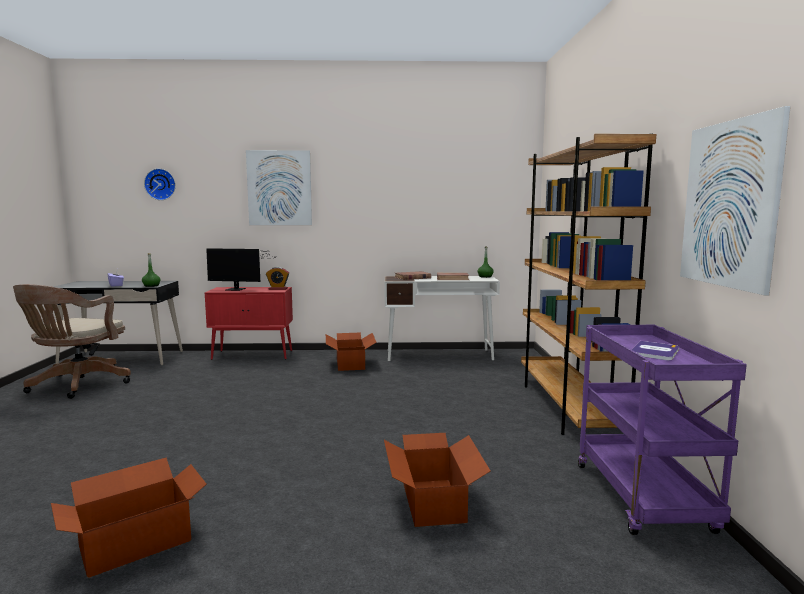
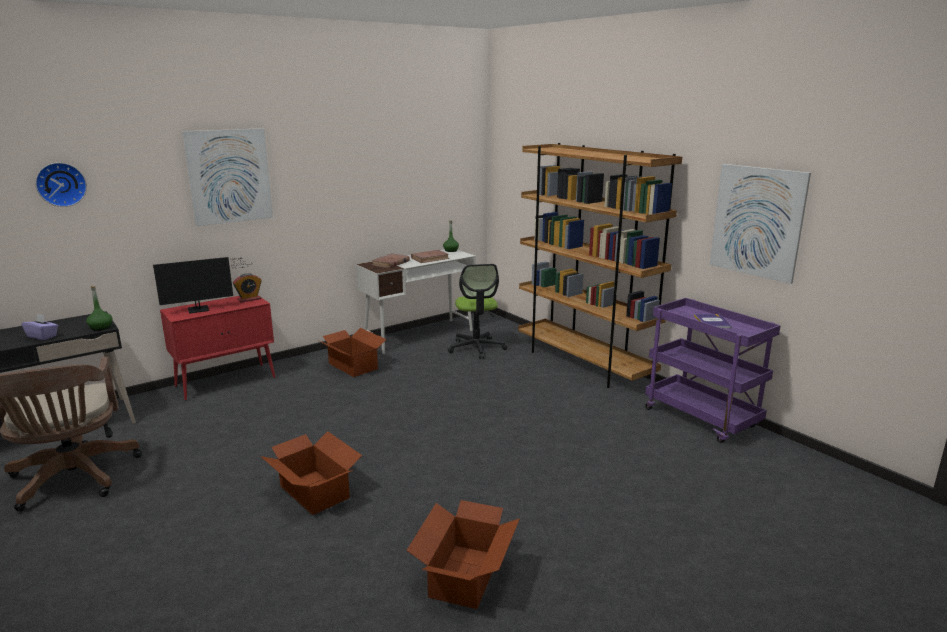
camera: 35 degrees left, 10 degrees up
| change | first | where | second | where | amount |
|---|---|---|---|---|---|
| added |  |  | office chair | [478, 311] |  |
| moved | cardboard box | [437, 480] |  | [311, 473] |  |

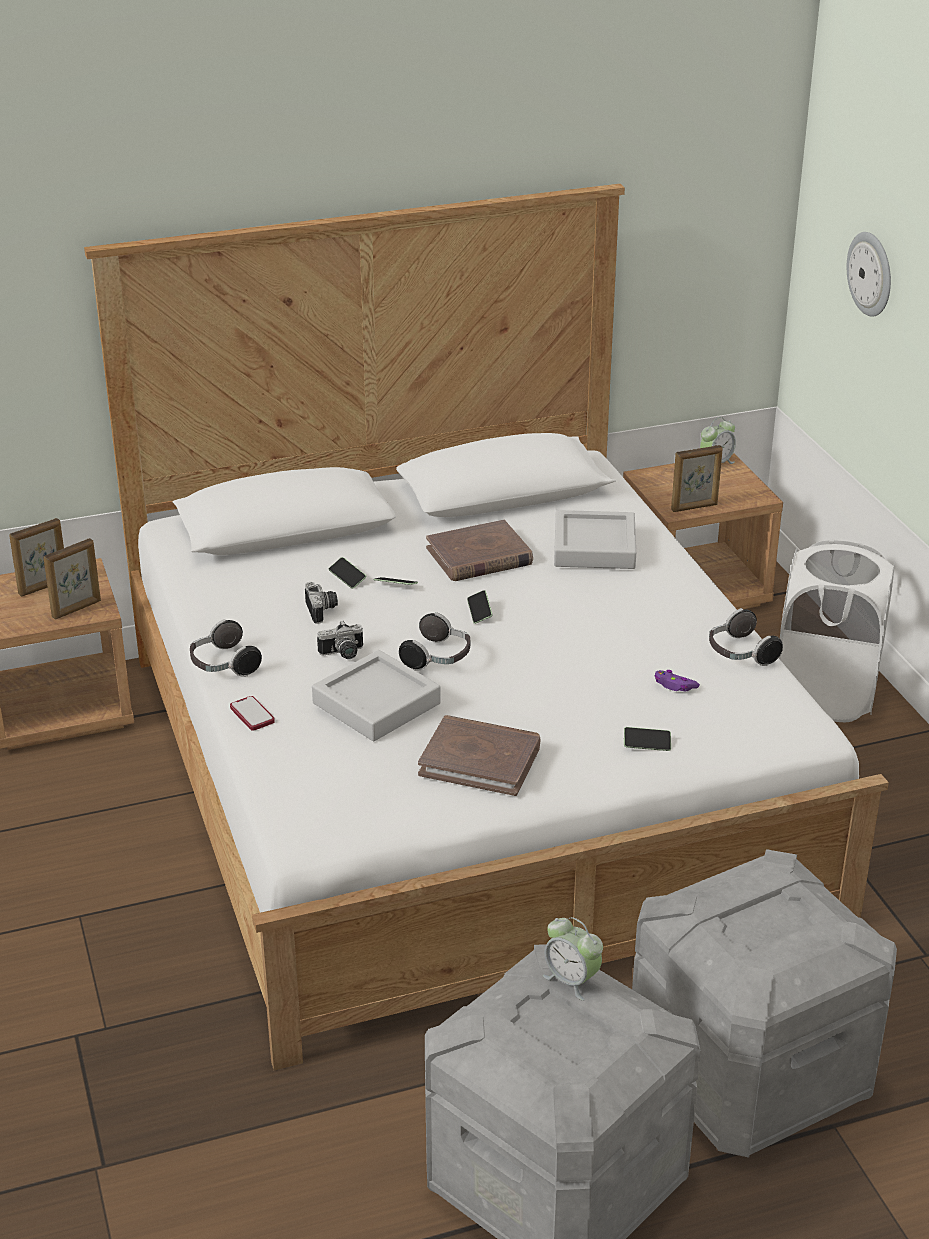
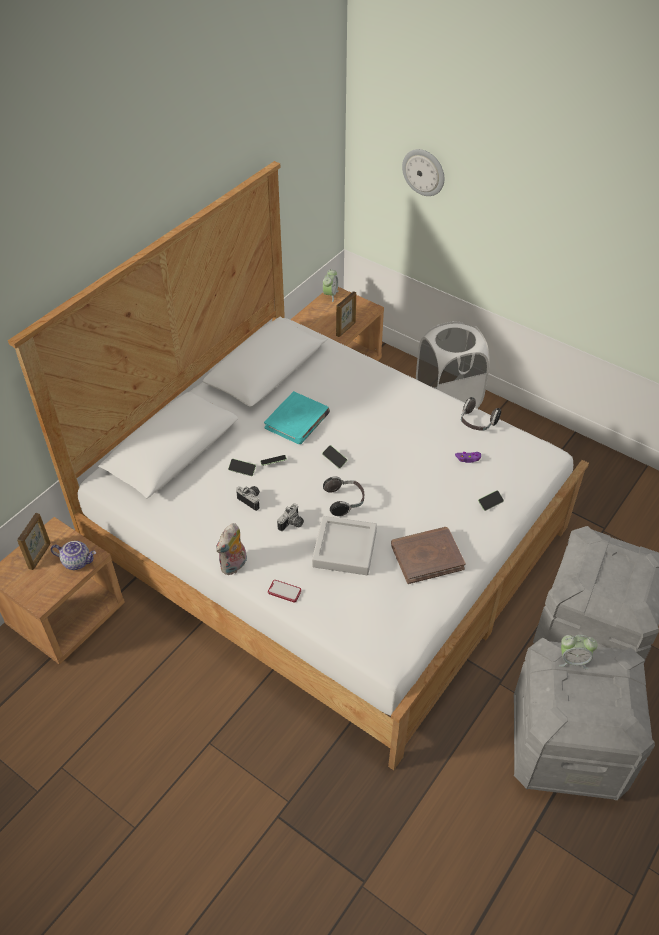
camera: 35 degrees left, 15 degrees up
| change | first | where | second | where | amount |
|---|---|---|---|---|---|
| removed | serving tray (grey) | [595, 539] |  |  |  |
| replaced | picture frame | [72, 579] | tea pot | [73, 555] |  |
| replaced | headset | [226, 648] | plush toy | [231, 549] |  |
| recoloured | bound book (brown) | [479, 550] | bound book (turquoise) | [297, 417] |  |

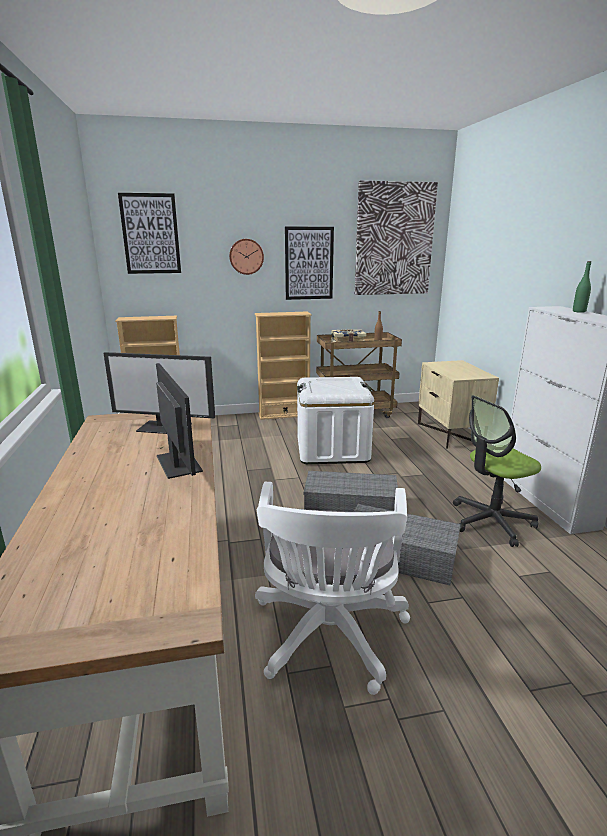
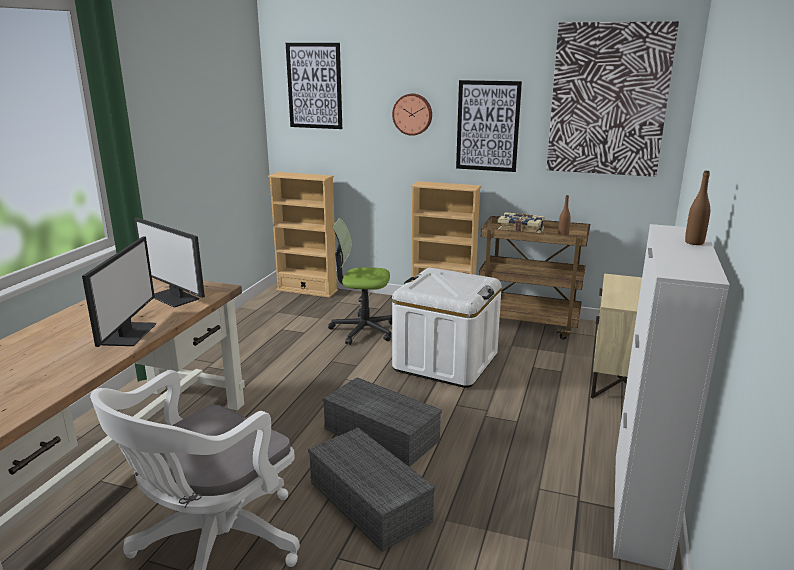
camera: 30 degrees right, 0 degrees up
| change | first | where | second | where | amount |
|---|---|---|---|---|---|
| moved | office chair | [497, 471] |  | [360, 281] |  |
| recoloured | bottle (green-coloured) | [582, 287] | bottle (brown) | [697, 208] |  |

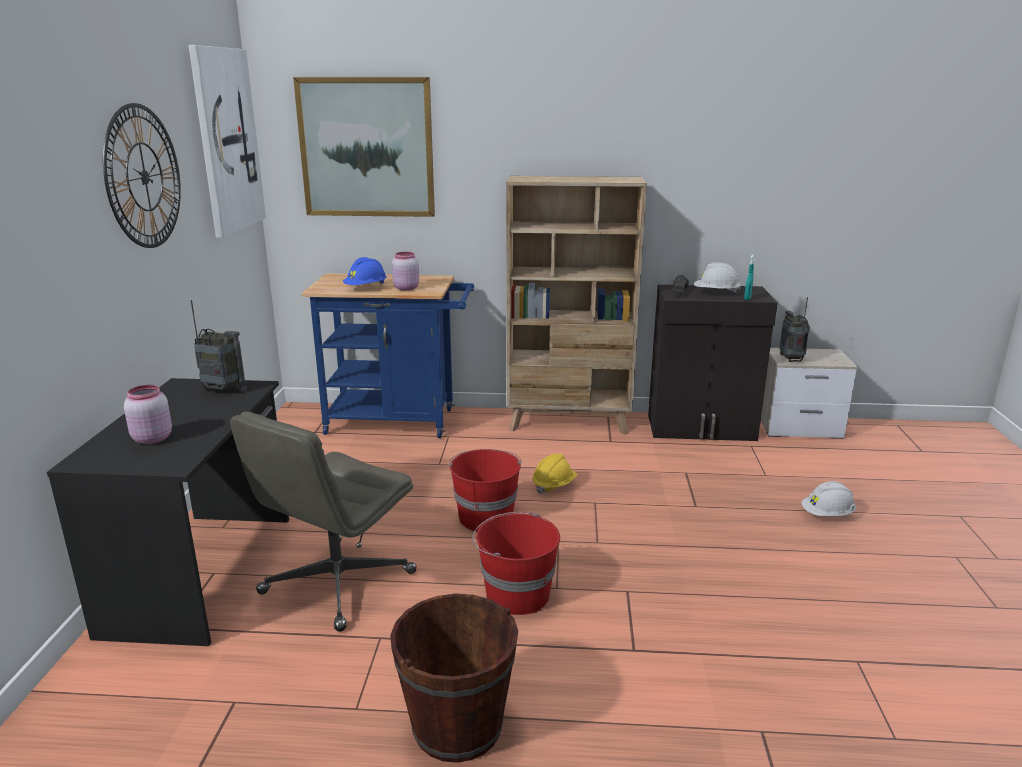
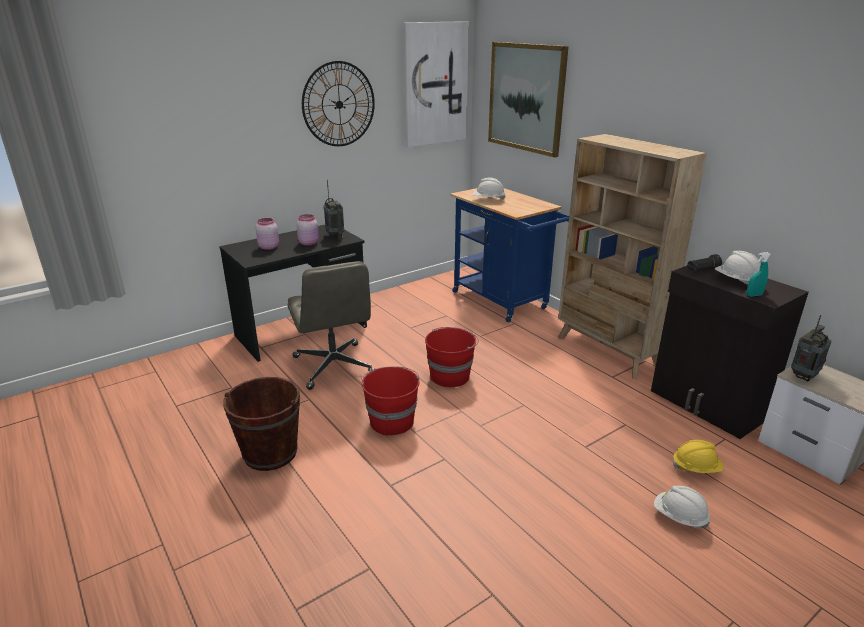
camera: 50 degrees right, 5 degrees up
| change | first | where | second | where | amount |
|---|---|---|---|---|---|
| moved | storage jar (pink-coloured) | [405, 271] |  | [307, 230] |  |
| moved | safety helmet (yellow) | [555, 474] |  | [698, 456] |  |
| recoloured | safety helmet (blue-coloured) | [365, 271] | safety helmet (white-coloured) | [489, 188] |  |
| turned | office chair (grey) | [323, 522] |  | [331, 325] | 105 degrees counterclockwise |

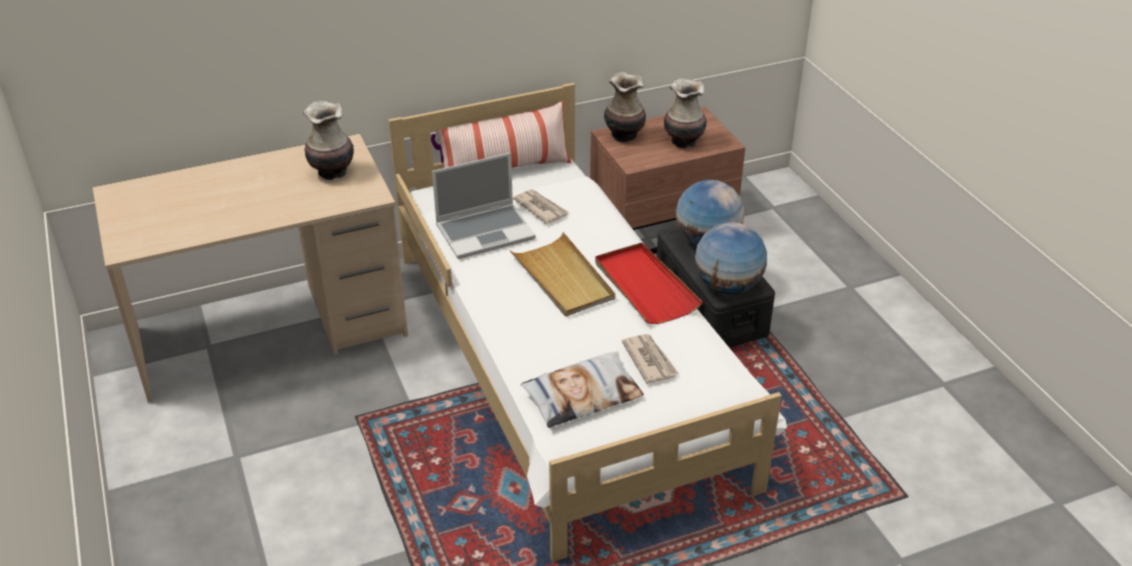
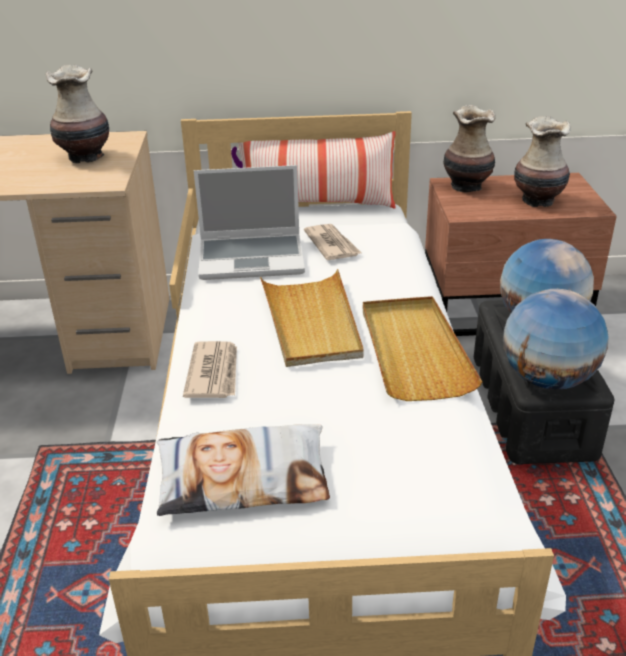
camera: 20 degrees right, 5 degrees down
| change | first | where | second | where | amount |
|---|---|---|---|---|---|
| moved | daily paper | [650, 358] |  | [210, 369] |  |
| recoloured | serving tray (red-coloured) | [649, 283] | serving tray (beige) | [422, 348] |  |

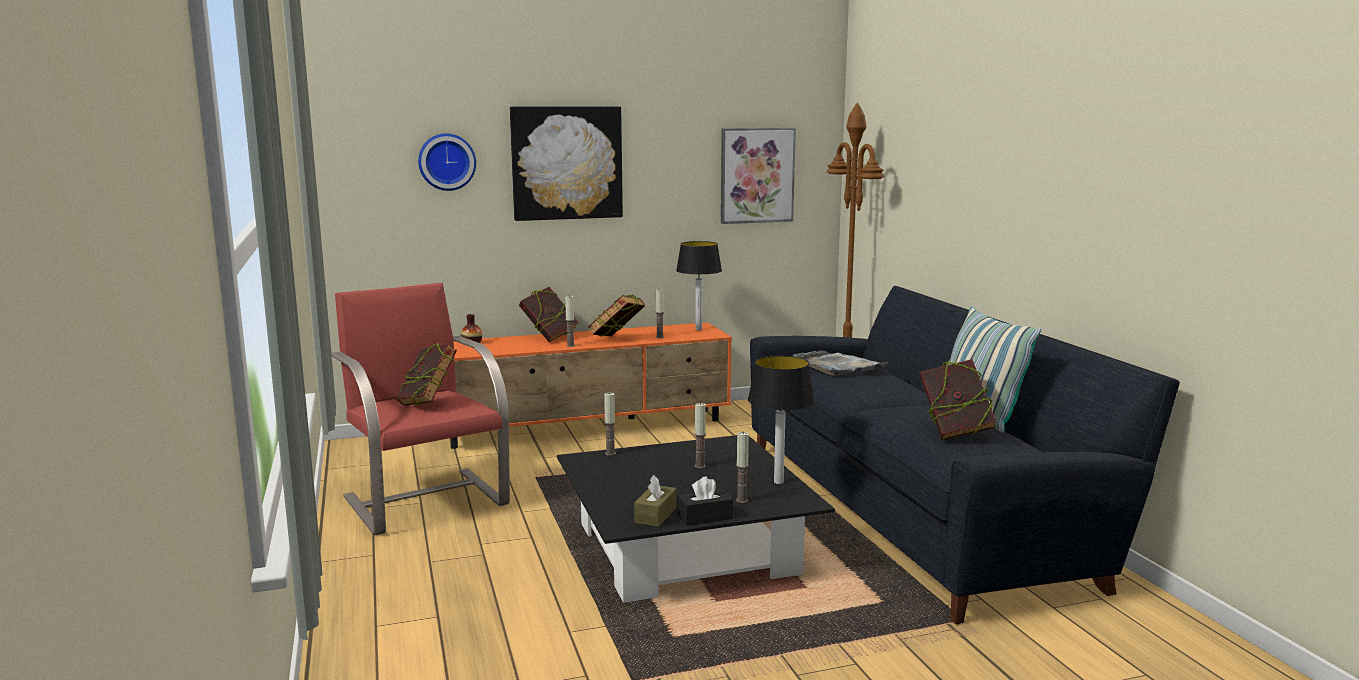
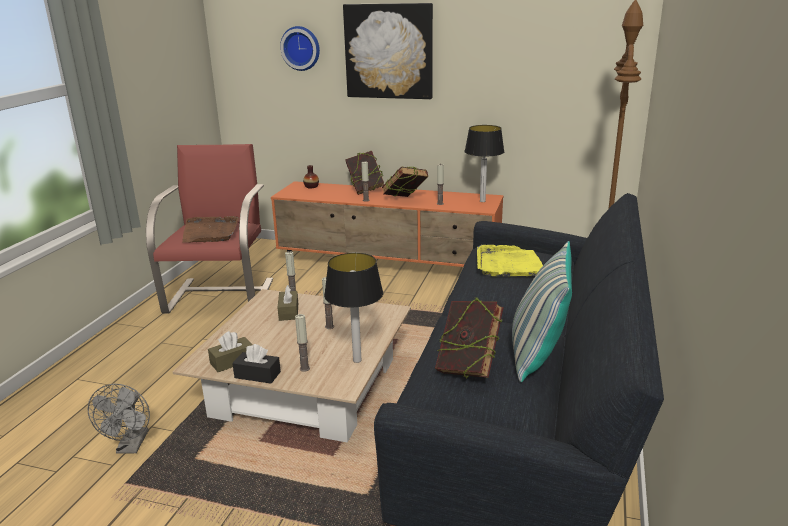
camera: 35 degrees right, 10 degrees up
| change | first | where | second | where | amount |
|---|---|---|---|---|---|
| removed | wall art | [758, 176] |  |  |  |
| added |  |  | fan (grey) | [119, 419] |  |
| added |  |  | tissue holder (brown) | [287, 303] |  |
| replaced | bound book | [426, 374] | serving tray (brown) | [210, 229] |  |
| recoloured | lounge table (black) | [696, 519] | lounge table (beige) | [292, 366] |  |
| recoloured | serving tray (grey) | [840, 363] | serving tray (yellow) | [510, 261] |  |

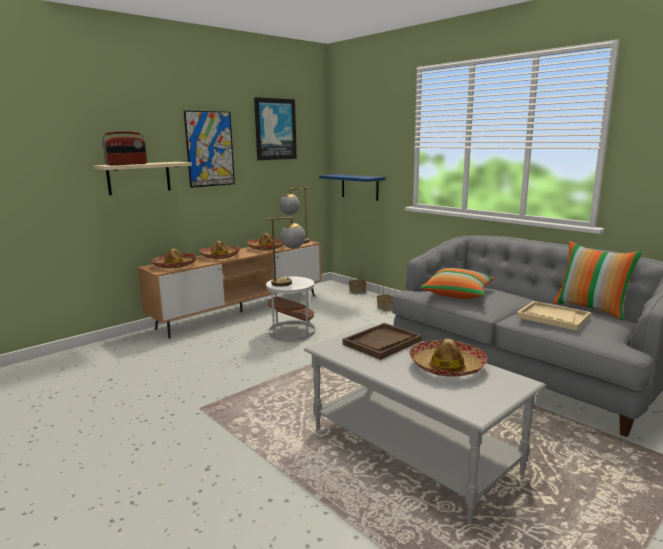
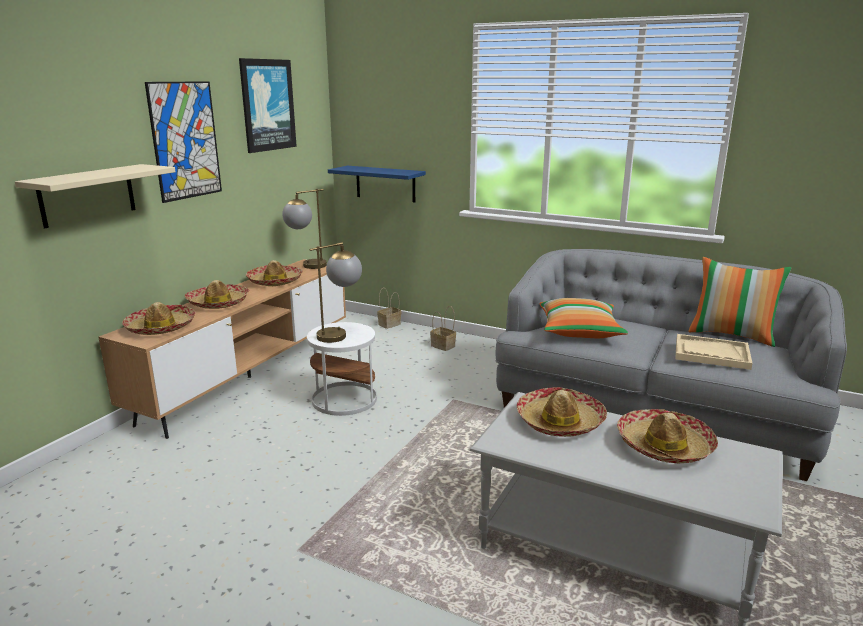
camera: 20 degrees left, 5 degrees up
| change | first | where | second | where | amount |
|---|---|---|---|---|---|
| removed | radio receiver | [124, 148] |  |  |  |
| replaced | serving tray (brown) | [382, 341] | wearable hat | [562, 412] |  |

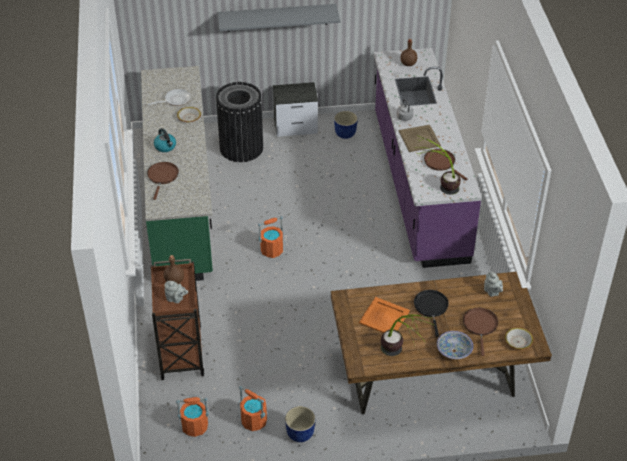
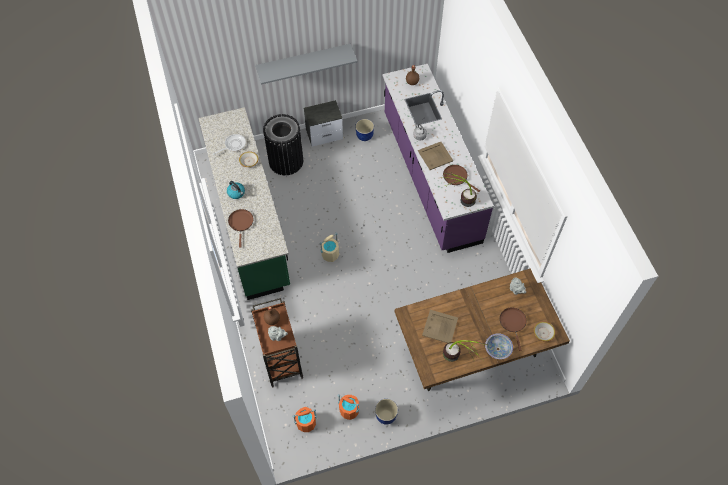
camera: 10 degrees left, 15 degrees up
| change | first | where | second | where | amount |
|---|---|---|---|---|---|
| removed | pan (black) | [431, 313] |  |  |  |
| recoloured | water bucket (orange) | [271, 237] | water bucket (beige) | [329, 247] |  |
| recoloured | serving tray (orange) | [384, 315] | serving tray (beige) | [440, 326] |  |

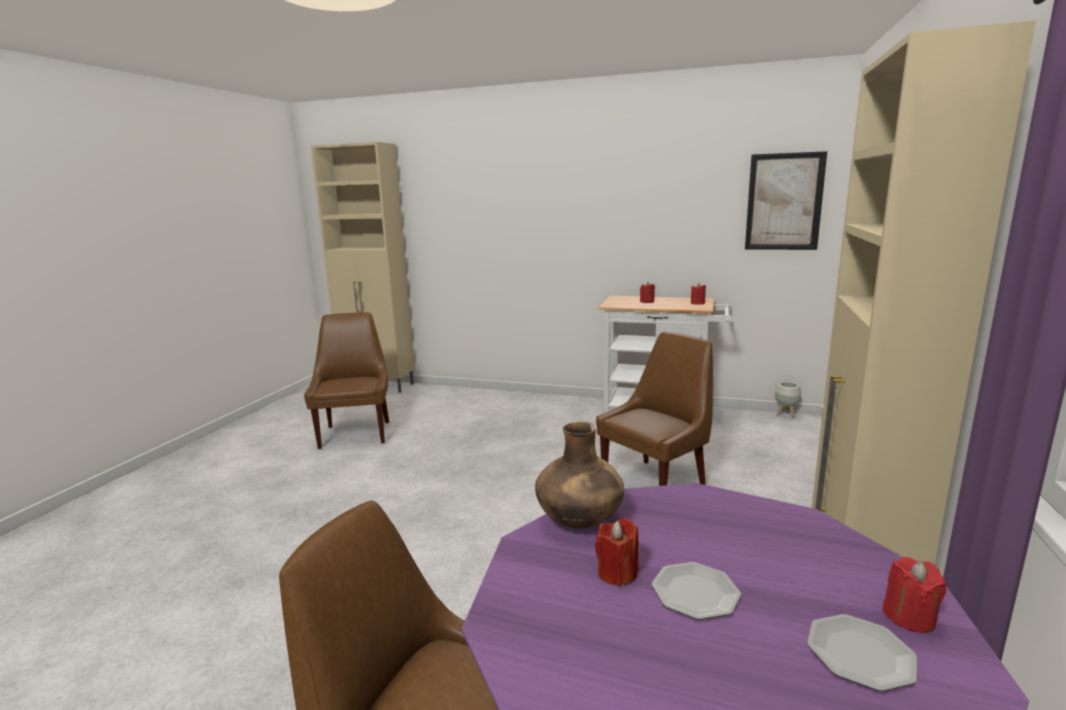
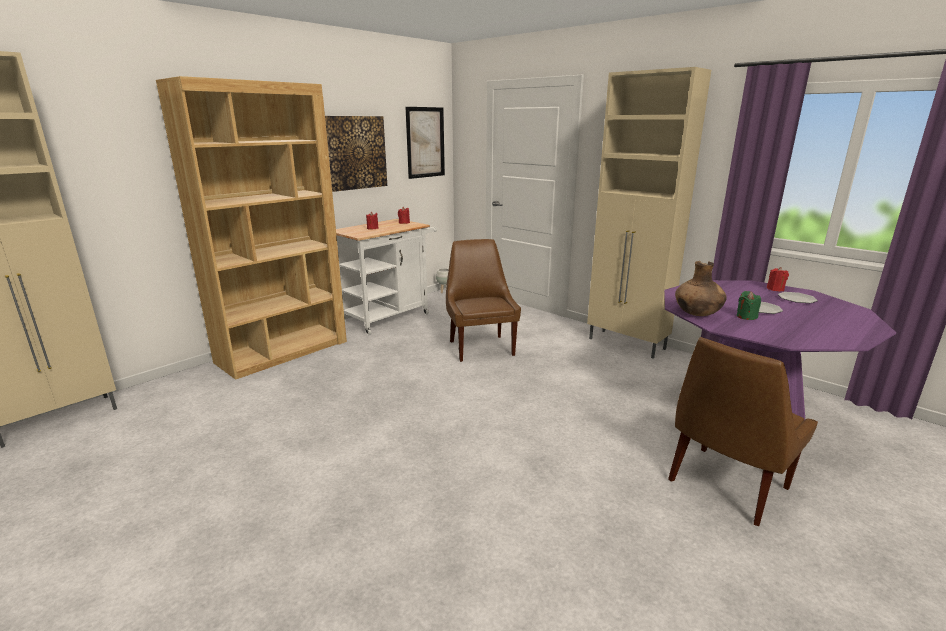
camera: 65 degrees left, 5 degrees up
| change | first | where | second | where | amount |
|---|---|---|---|---|---|
| removed | upright chair (brown) | [346, 380] |  |  |  |
| added |  |  | bookcase (brown) | [251, 228] |  |
| added |  |  | wall art | [356, 154] |  |
| recoloured | wax light (red-coloured) | [617, 552] | wax light (green-coloured) | [749, 305] |  |

